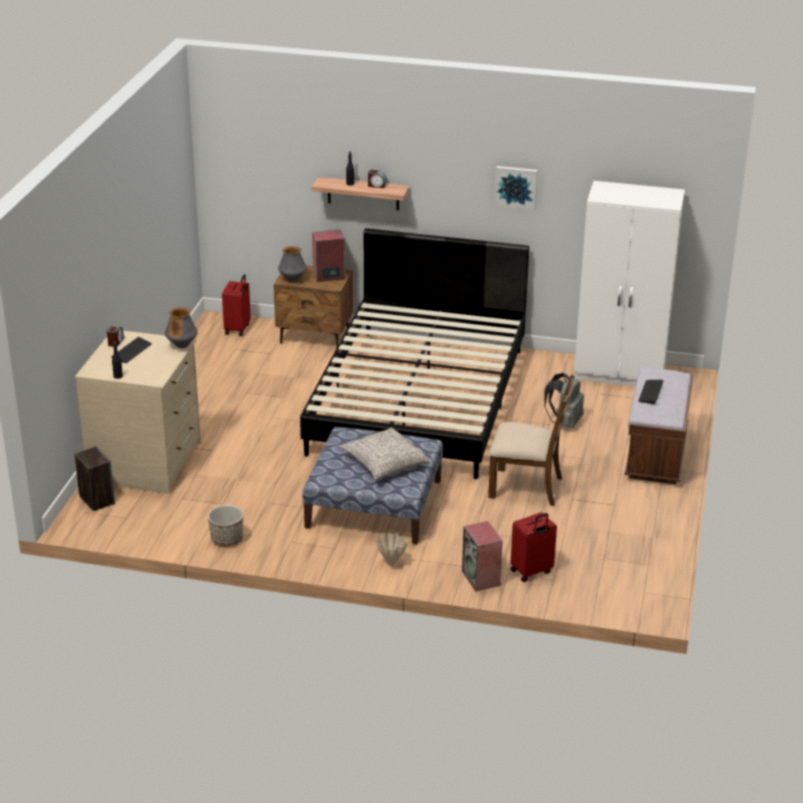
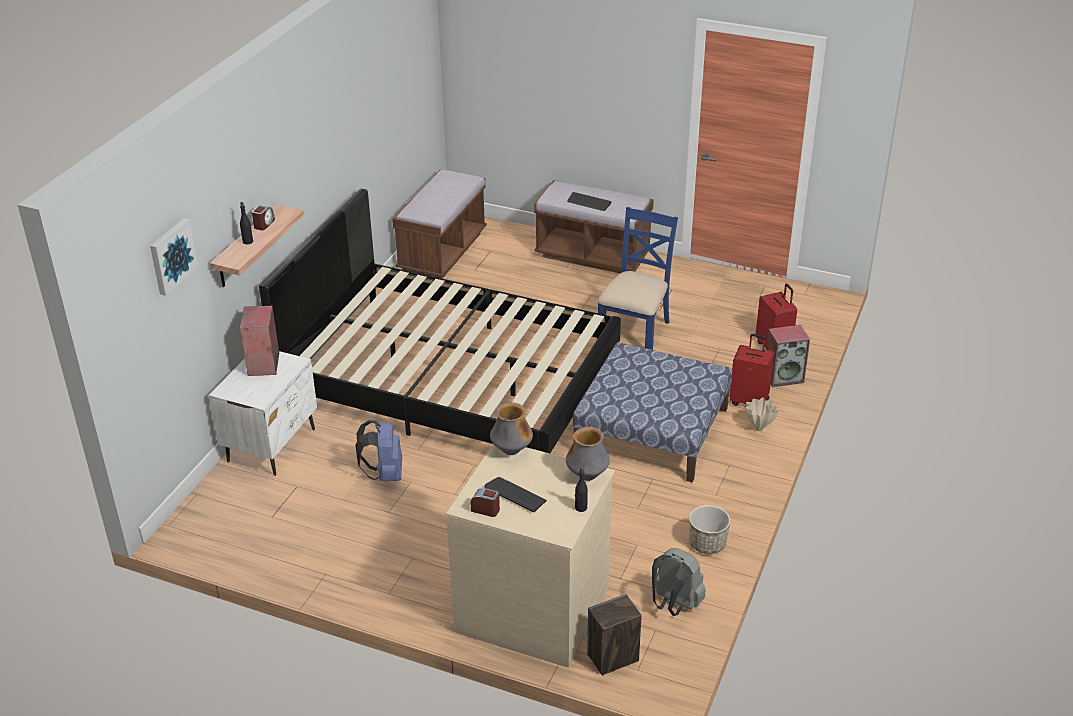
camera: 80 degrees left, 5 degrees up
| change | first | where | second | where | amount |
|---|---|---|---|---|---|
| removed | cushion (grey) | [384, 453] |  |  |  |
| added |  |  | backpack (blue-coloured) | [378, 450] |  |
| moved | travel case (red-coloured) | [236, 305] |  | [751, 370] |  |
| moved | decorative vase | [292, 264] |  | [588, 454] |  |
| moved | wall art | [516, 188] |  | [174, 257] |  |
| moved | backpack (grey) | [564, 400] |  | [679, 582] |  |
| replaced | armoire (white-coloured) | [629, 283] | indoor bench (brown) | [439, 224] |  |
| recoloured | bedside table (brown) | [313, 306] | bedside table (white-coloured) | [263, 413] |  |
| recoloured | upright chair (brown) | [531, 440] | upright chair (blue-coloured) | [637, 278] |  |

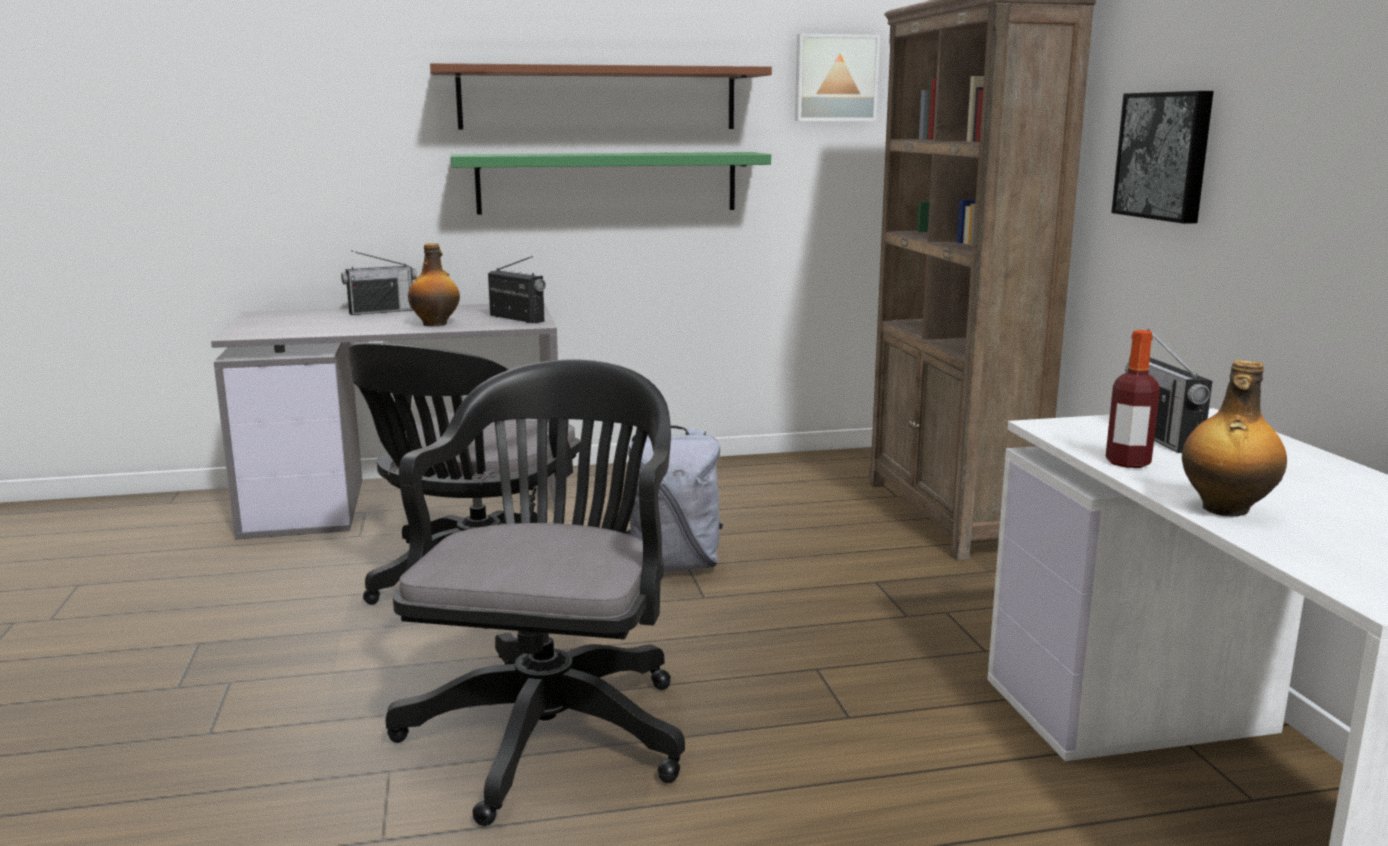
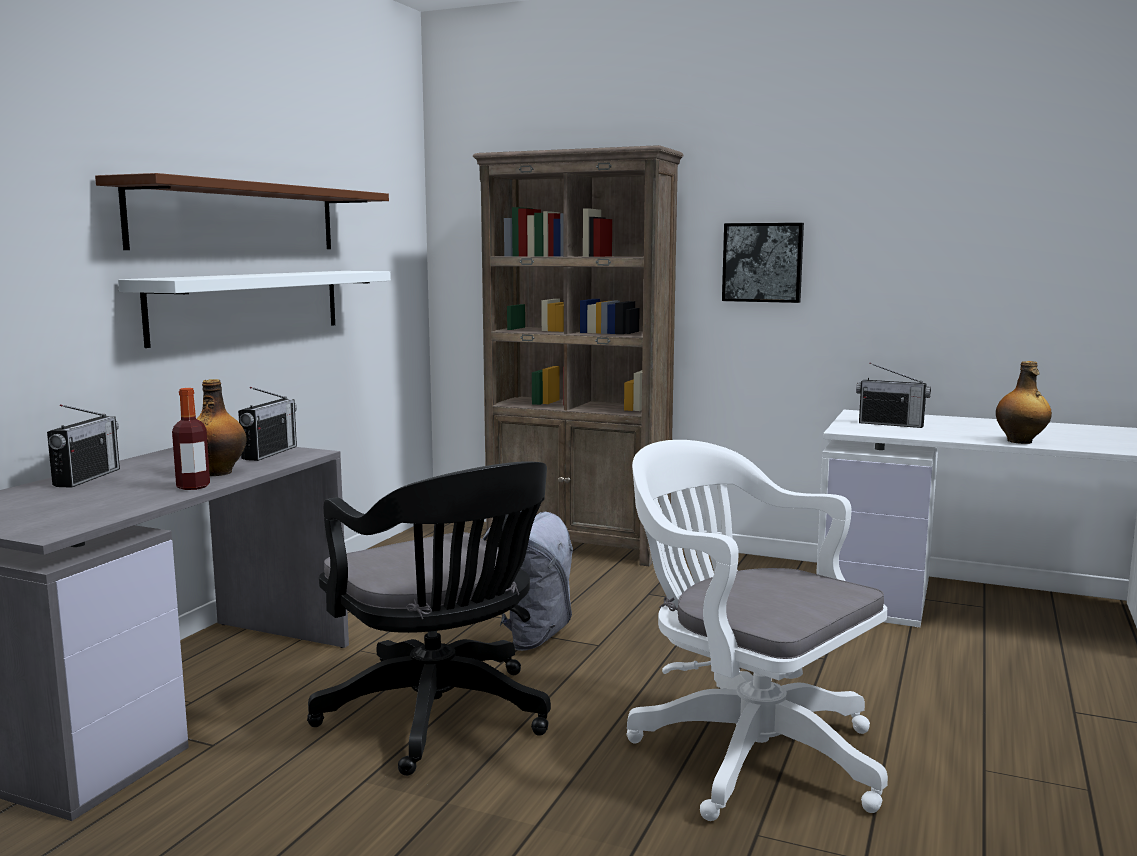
camera: 55 degrees left, 5 degrees down
| change | first | where | second | where | amount |
|---|---|---|---|---|---|
| removed | wall art | [837, 77] |  |  |  |
| moved | bottle | [1132, 399] |  | [191, 439] |  |
| recoloured | office chair (black) | [535, 593] | office chair (white-coloured) | [757, 630] |  |
| recoloured | shelf (green-coloured) | [611, 183] | shelf (white-coloured) | [254, 309] |  |
| turned | radio receiver | [517, 289] |  | [267, 424] | 120 degrees clockwise |

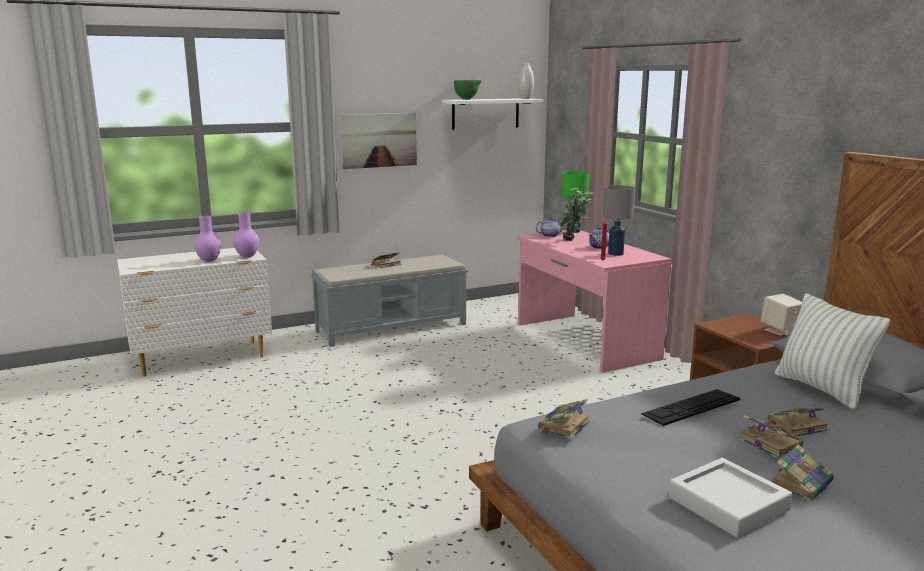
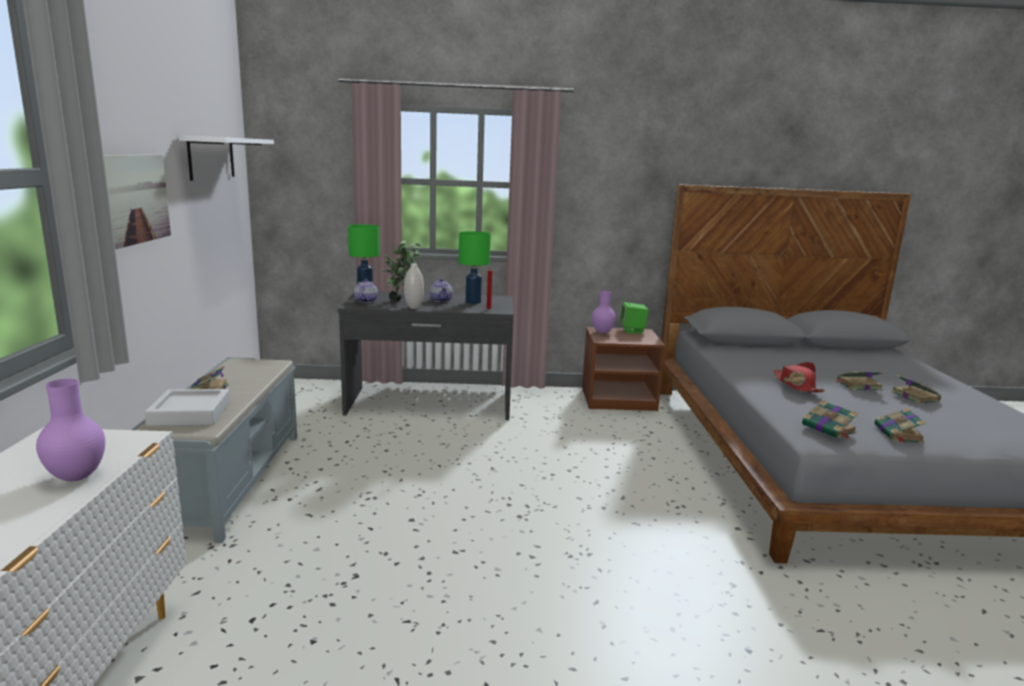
camera: 65 degrees left, 0 degrees up
| change | first | where | second | where | amount |
|---|---|---|---|---|---|
| removed | serving bowl (green-coloured) | [468, 90] |  |  |  |
| removed | cushion | [832, 351] |  |  |  |
| moved | decorative vase (purplish) | [246, 235] |  | [604, 312] |  |
| moved | decorative vase (white-coloured) | [526, 81] |  | [414, 286] |  |
| moved | serving tray (grey) | [730, 498] |  | [187, 407] |  |
| moved | bound book | [798, 422] |  | [900, 425] |  |
| replaced | computer keyboard | [690, 407] | wearable hat (red-coloured) | [799, 377] |  |
| recoloured | desk table (pink-coloured) | [594, 301] | desk table (grey) | [426, 355] |  |
| recoloured | tabletop lamp (grey) | [619, 220] | tabletop lamp (green-coloured) | [475, 267] |  |
| recoloured | audio speaker (beige) | [781, 314] | audio speaker (green-coloured) | [634, 318] |  |

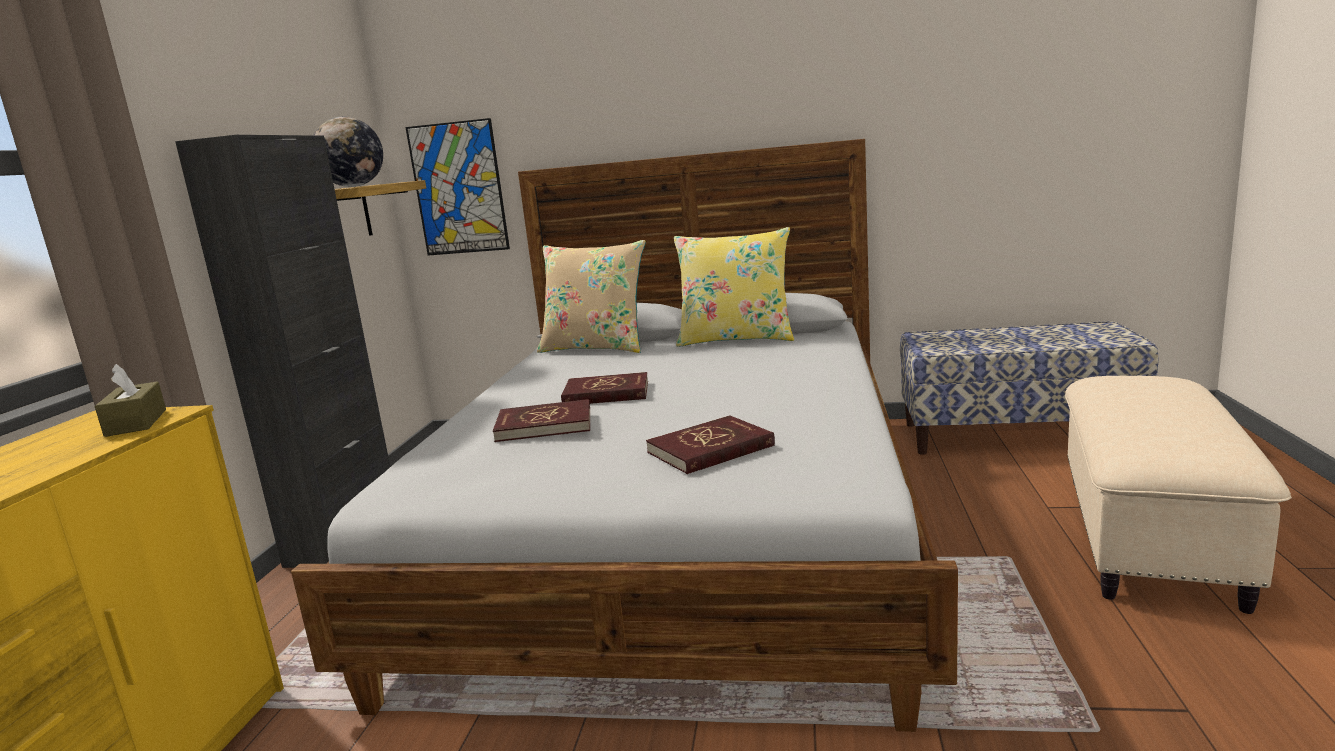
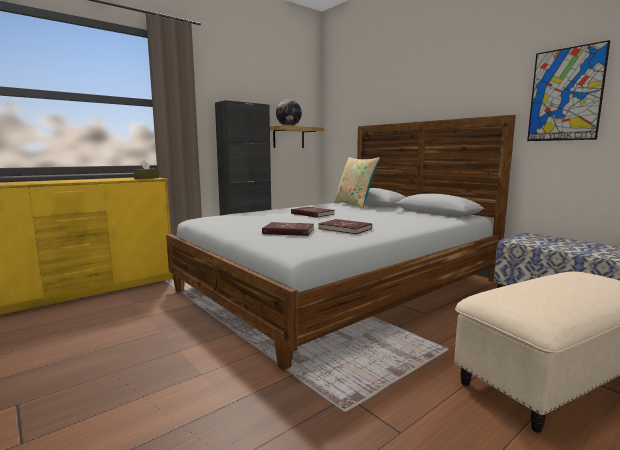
camera: 40 degrees right, 5 degrees down
| change | first | where | second | where | amount |
|---|---|---|---|---|---|
| removed | cushion (yellow) | [734, 287] |  |  |  |
| moved | wall art | [457, 187] |  | [569, 90] |  |
| moved | bound book (red-coloured) | [541, 420] |  | [345, 226] |  |

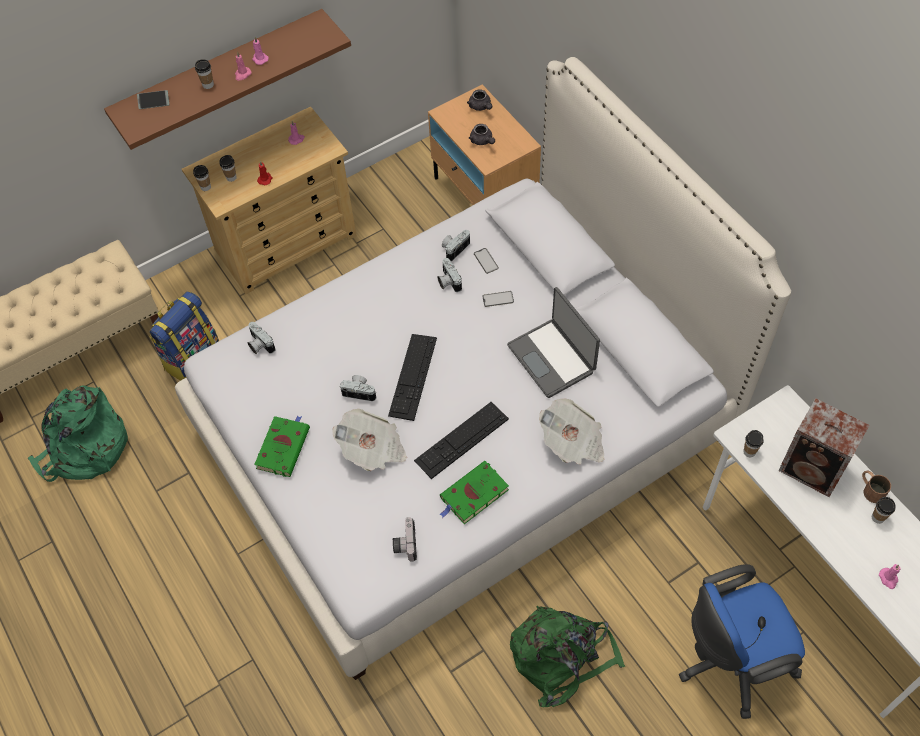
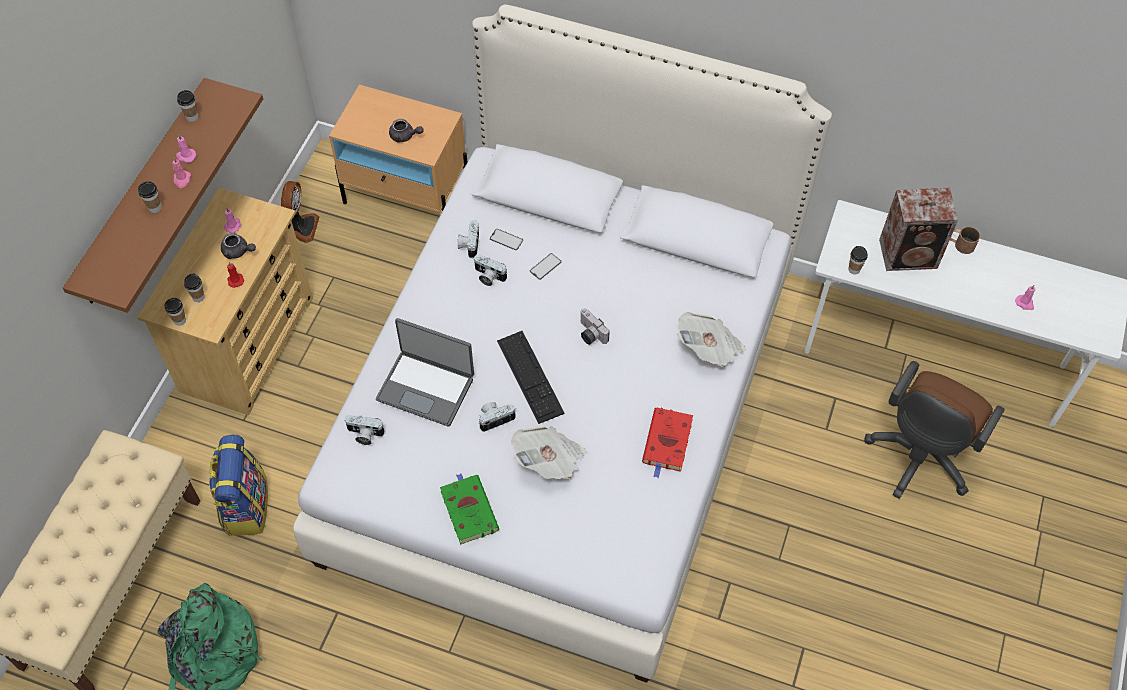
camera: 40 degrees left, 0 degrees up
| change | first | where | second | where | amount |
|---|---|---|---|---|---|
| removed | handset | [153, 99] |  |  |  |
| removed | computer keyboard | [461, 440] |  |  |  |
| removed | backpack (green-coloured) | [567, 656] |  |  |  |
| added |  |  | fan | [300, 212] |  |
| moved | photo camera | [405, 539] |  | [595, 327] |  |
| moved | tea pot (grey) | [479, 100] |  | [238, 246] |  |
| moved | portable computer | [553, 342] |  | [425, 372] |  |
| moved | small cup | [884, 510] |  | [188, 106] |  |
| recoloured | bound book (green-coloured) | [474, 492] | bound book (red-coloured) | [667, 443] |  |
| recoloured | office chair (blue-coloured) | [742, 641] | office chair (brown) | [934, 430] |  |

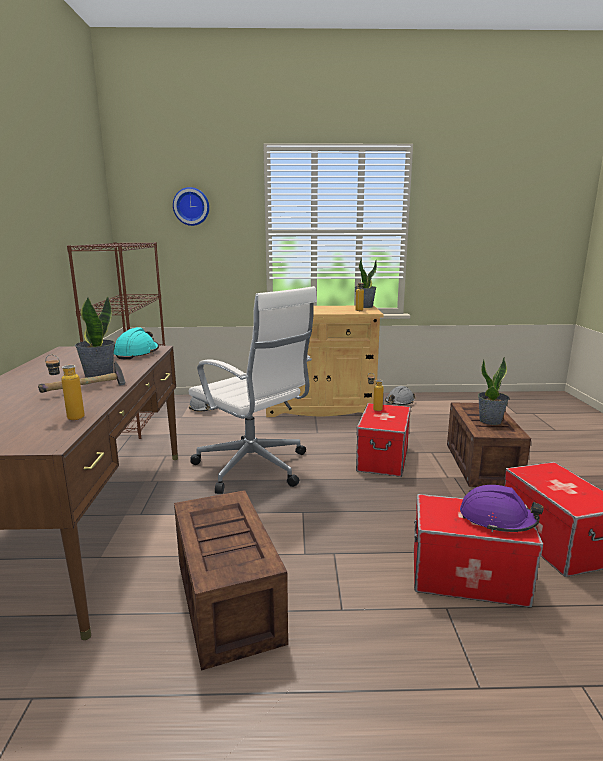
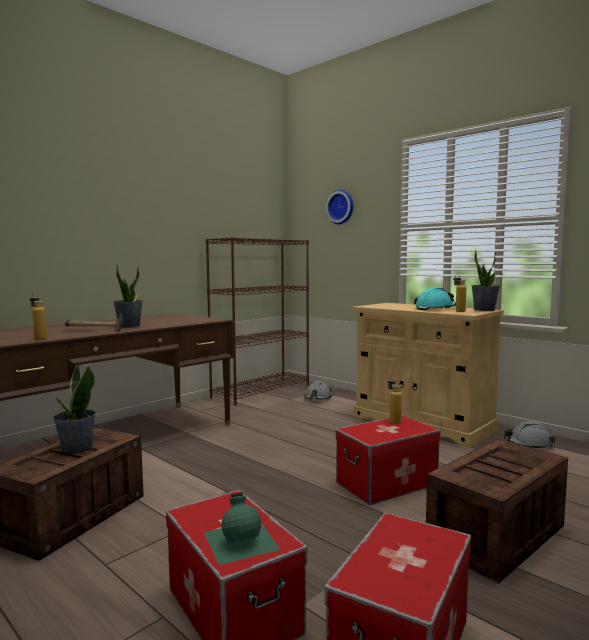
camera: 45 degrees right, 10 degrees down
| change | first | where | second | where | amount |
|---|---|---|---|---|---|
| removed | office chair (white-coloured) | [252, 390] |  |  |  |
| moved | safety helmet (turquoise) | [136, 343] |  | [435, 298] |  |
| moved | potted plant | [493, 391] |  | [74, 409] |  |
| replaced | safety helmet (purplish) | [502, 508] | bottle (green-coloured) | [242, 528] |  |

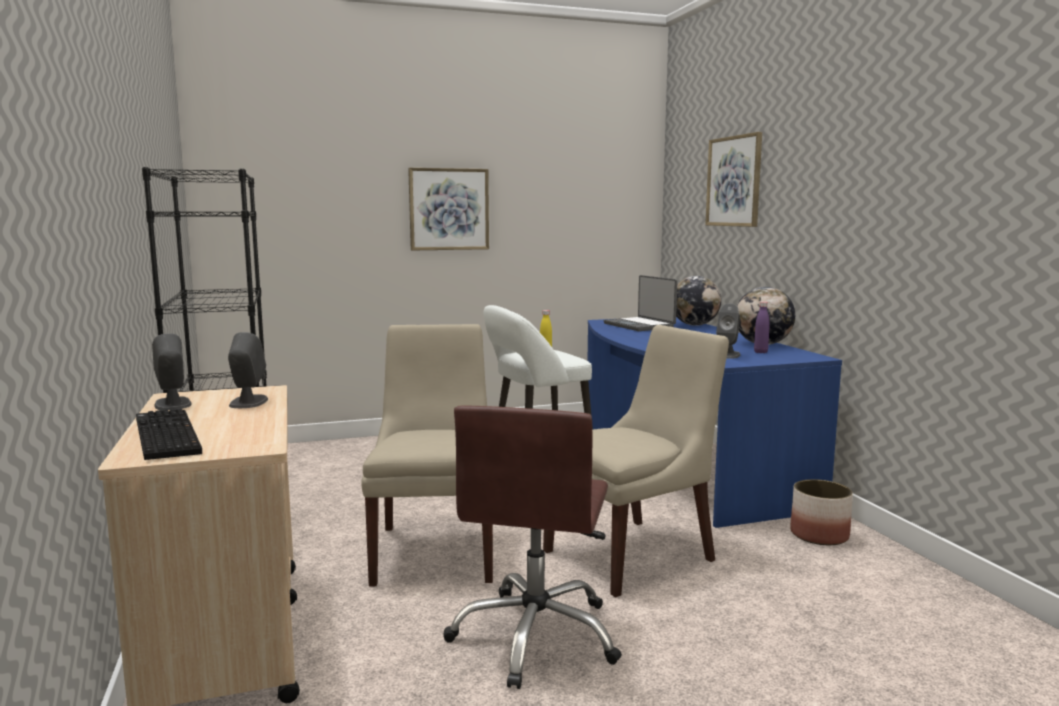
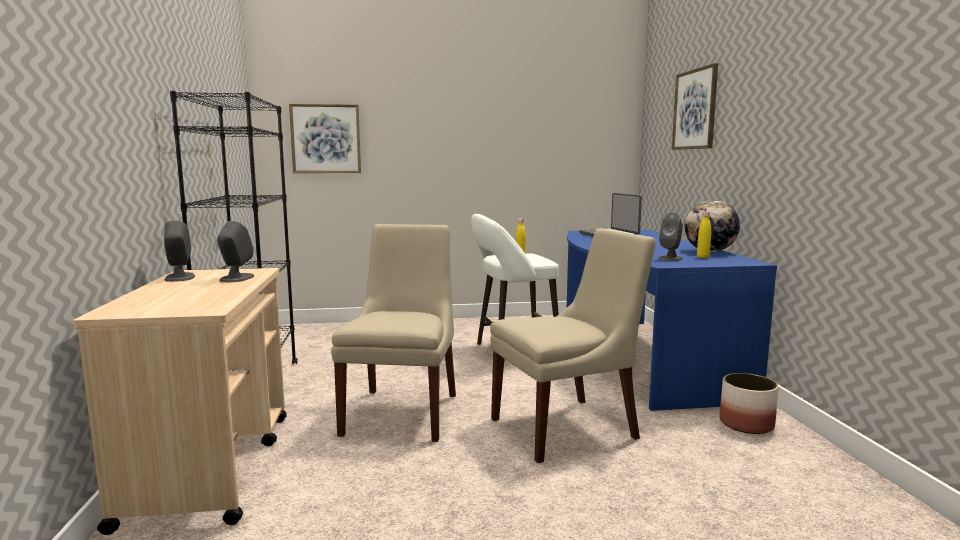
camera: 10 degrees right, 0 degrees up
| change | first | where | second | where | amount |
|---|---|---|---|---|---|
| removed | computer keyboard | [169, 434] |  |  |  |
| removed | office chair (brown) | [532, 547] |  |  |  |
| removed | world globe | [698, 301] |  |  |  |
| moved | wall art | [448, 209] |  | [325, 138] |  |
| recoloured | bottle (purplish) | [762, 327] | bottle (yellow) | [704, 235] |  |

